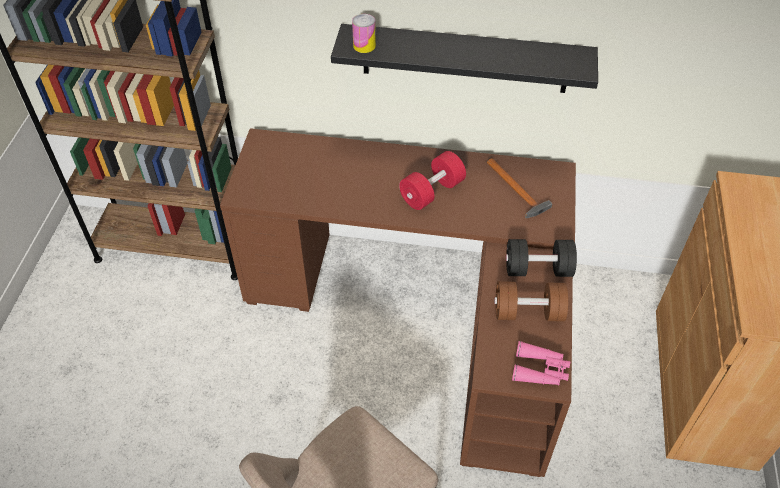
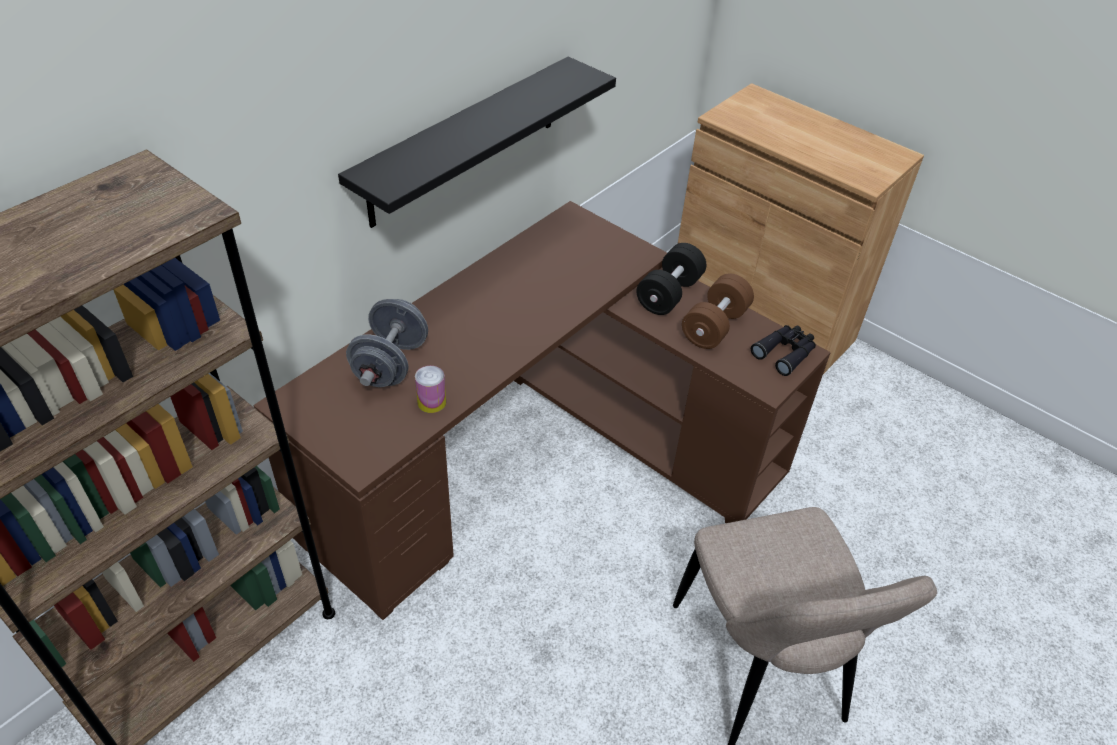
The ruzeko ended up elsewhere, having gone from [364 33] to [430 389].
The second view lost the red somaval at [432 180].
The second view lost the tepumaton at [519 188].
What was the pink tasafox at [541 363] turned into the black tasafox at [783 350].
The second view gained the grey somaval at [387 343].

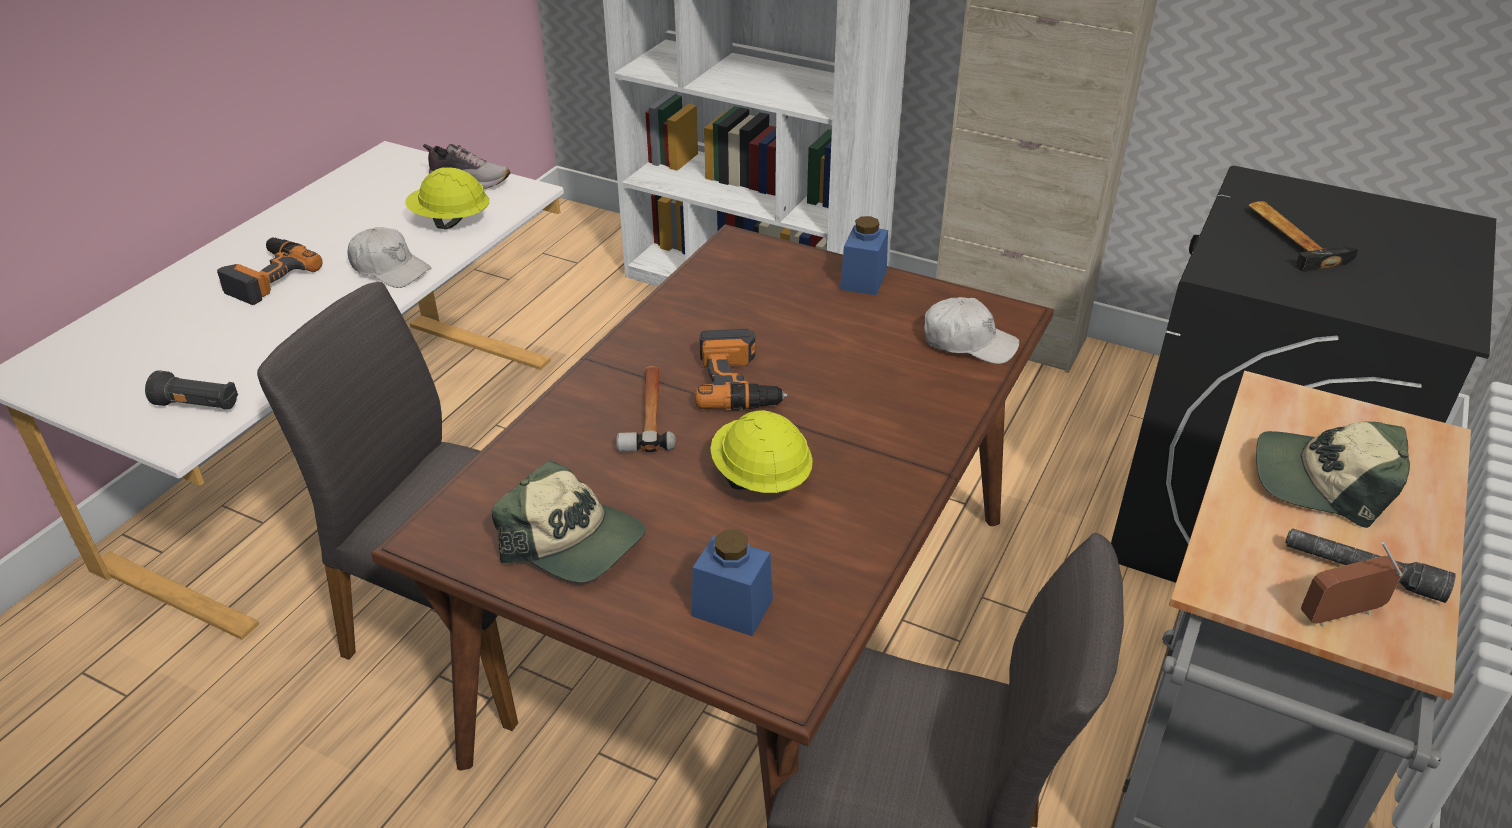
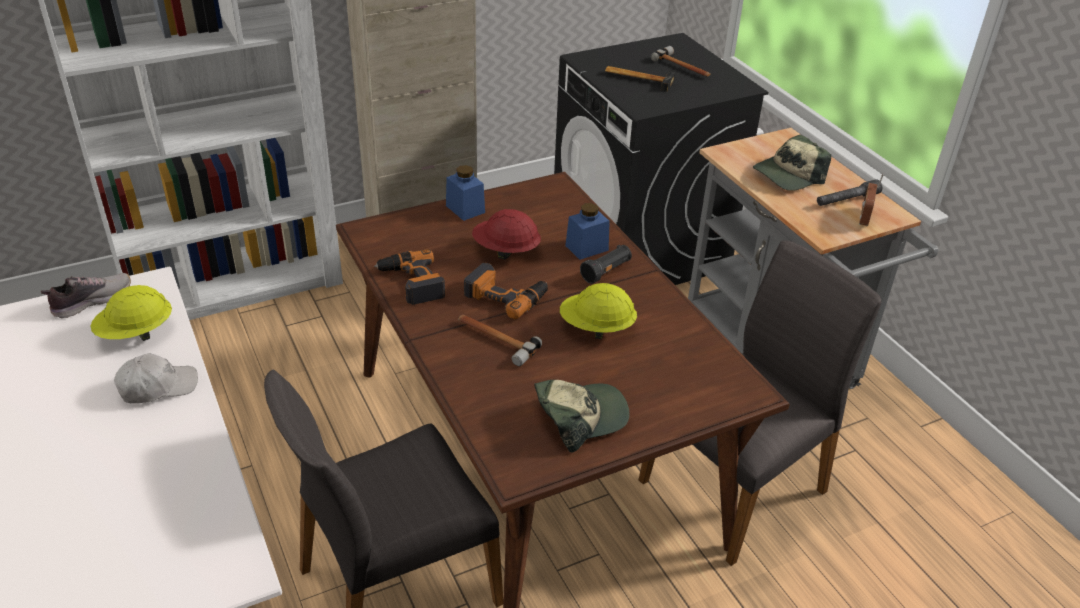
The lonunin ended up elsewhere, having gone from [270 271] to [409 277].
The second view lost the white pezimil at [971 330].
The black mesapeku ended up elsewhere, having gone from [191 390] to [606 264].
The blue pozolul ended up elsewhere, having gone from [732 583] to [587 231].
The second view gained the tepumaton at [681 61].
The second view gained the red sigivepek at [506 234].

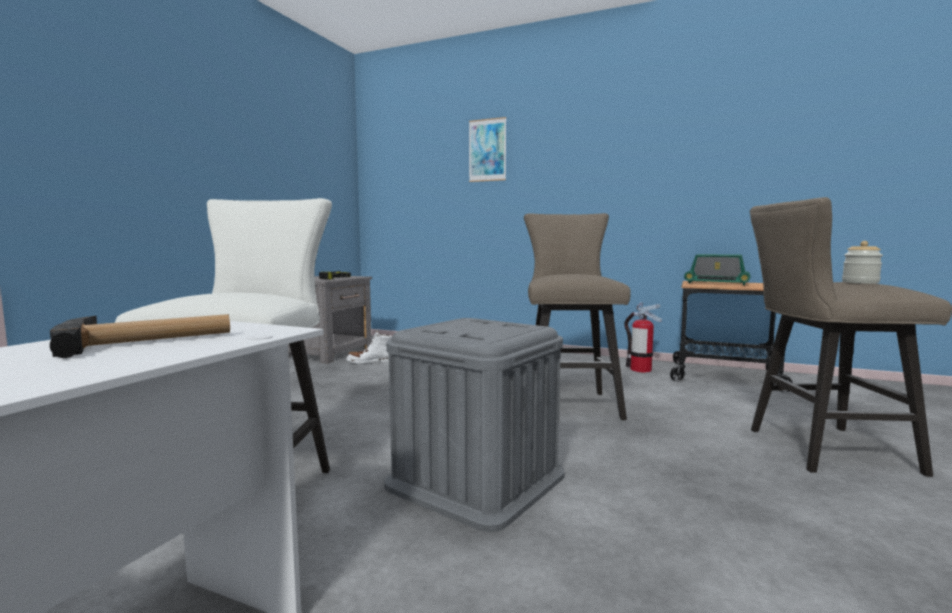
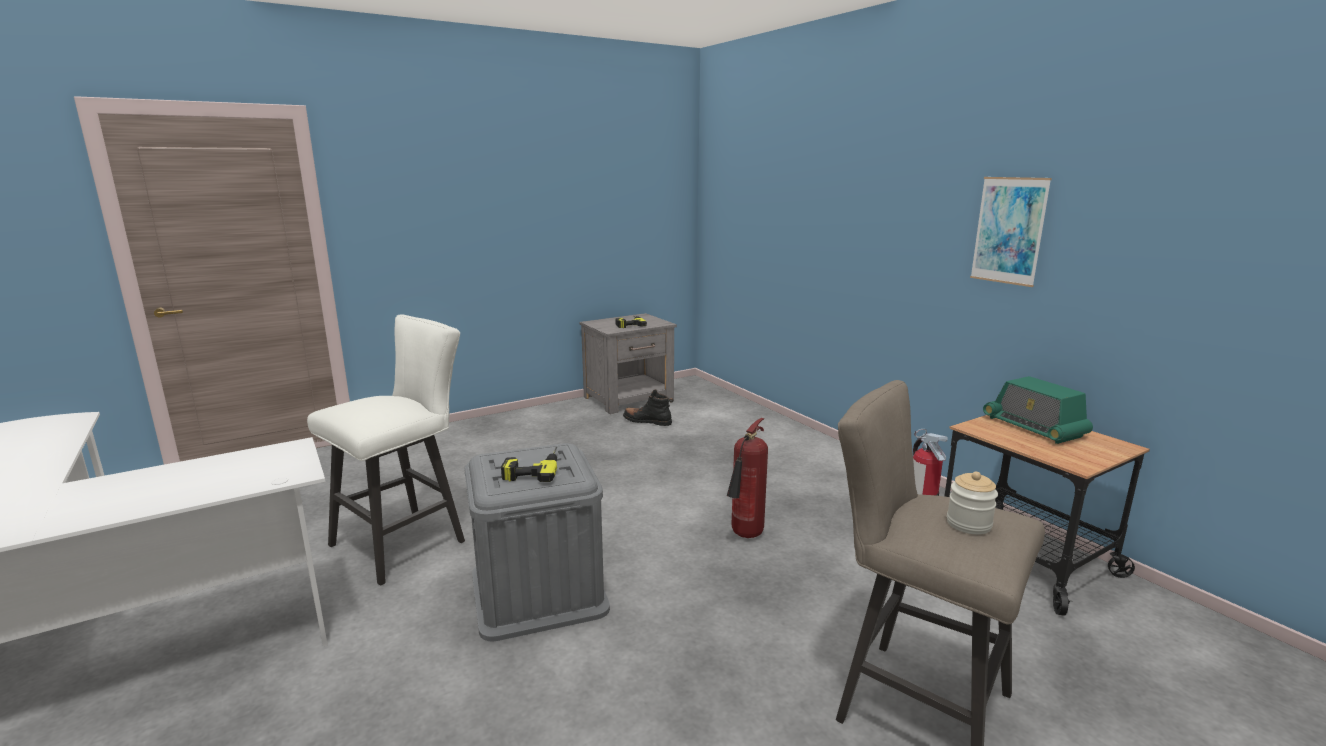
The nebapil ended up elsewhere, having gone from [487 149] to [1011 232].
Where the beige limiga stood at [577 316], the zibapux came to stand at [747 478].
The second view lost the tepumaton at [140 336].
What was the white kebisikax at [369 347] turned into the black kebisikax at [648 408].
The second view gained the lonunin at [529 464].

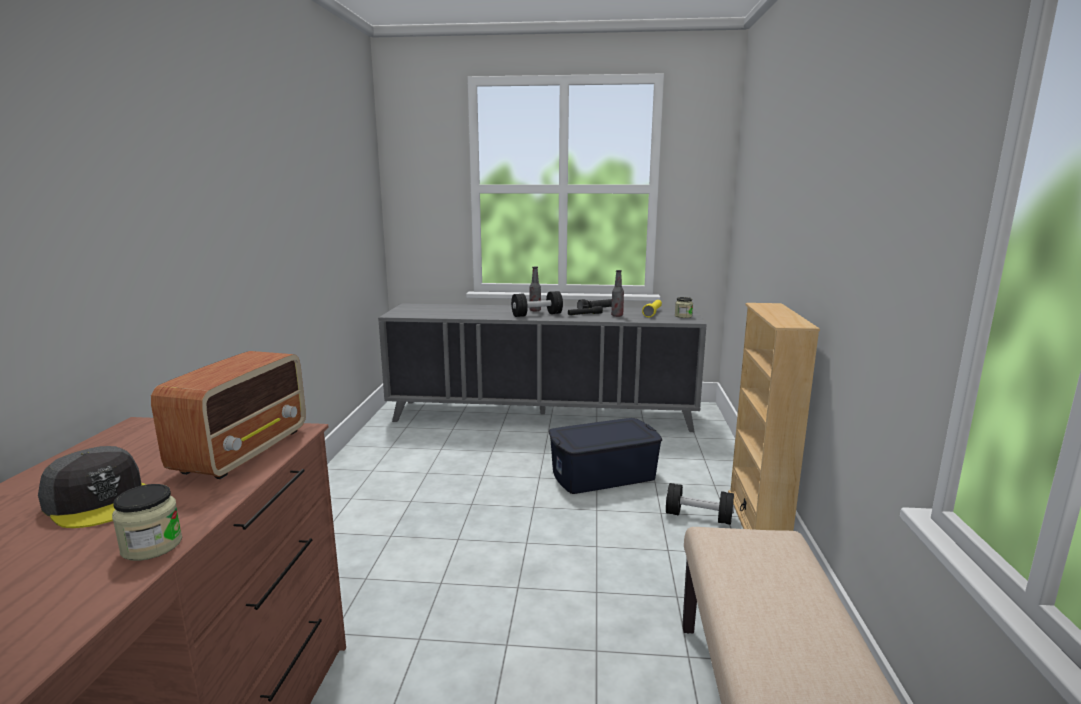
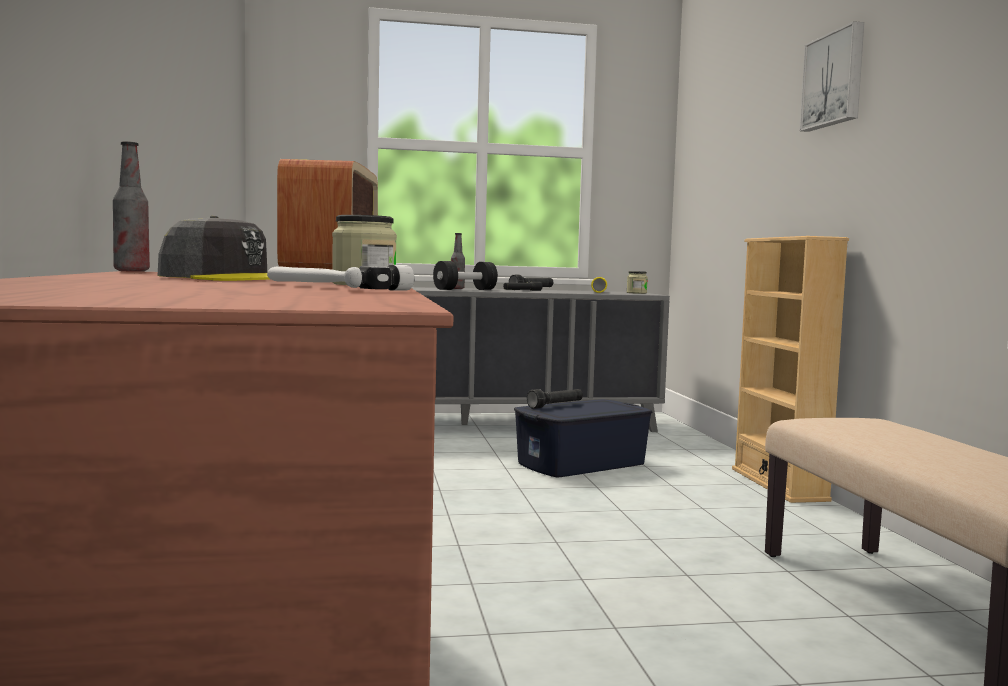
The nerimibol ended up elsewhere, having gone from [617 293] to [131 206].
The second view lost the black somaval at [700 504].
The second view gained the nebapil at [831 76].
The second view gained the tepumaton at [341 278].
The second view gained the black mesapeku at [555 399].

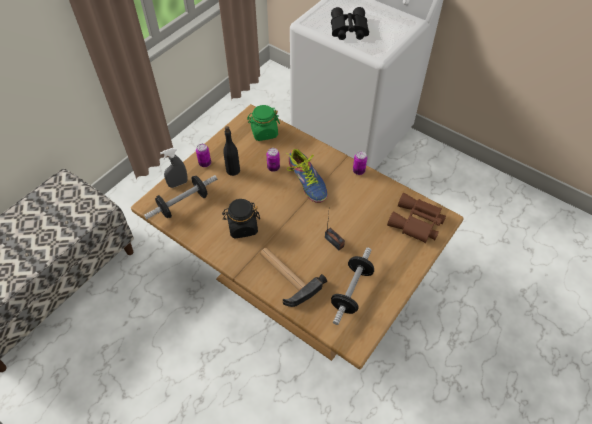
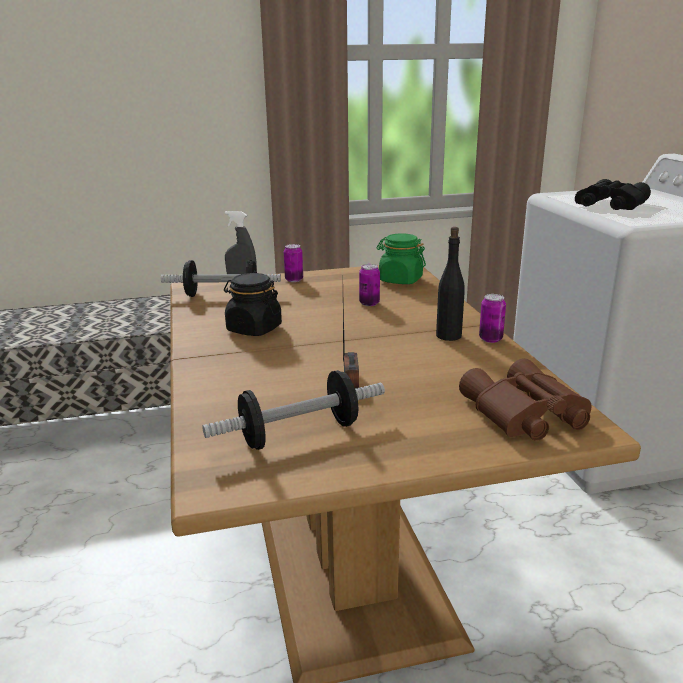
The black nerimibol ended up elsewhere, having gone from [231 151] to [450 284].
The second view lost the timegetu at [307 176].
The second view lost the tepumaton at [293 277].

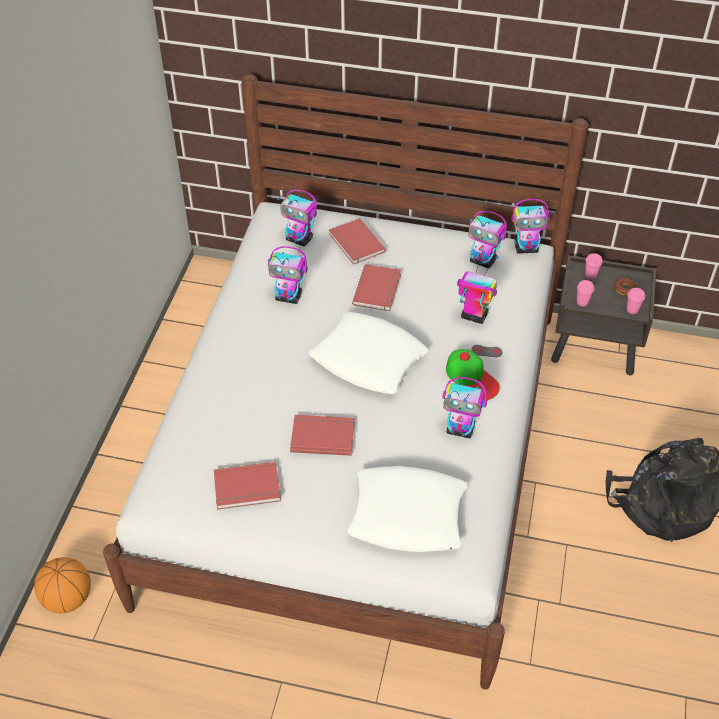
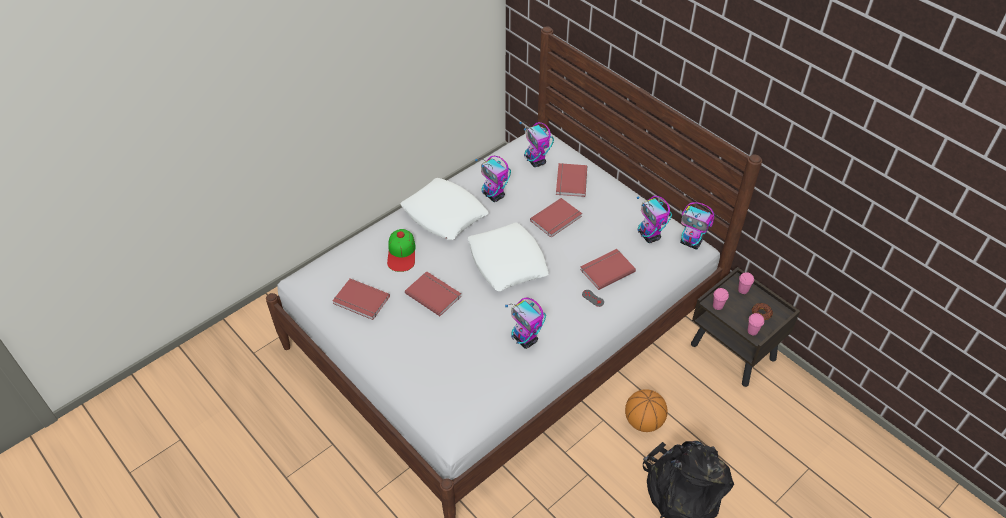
Where the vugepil stood at [477 287], the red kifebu came to stand at [608 269].
The pezimil ended up elsewhere, having gone from [473 374] to [401 250].
The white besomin ended up elsewhere, having gone from [408 509] to [445 209].
The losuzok ended up elsewhere, having gone from [62 585] to [646 410].

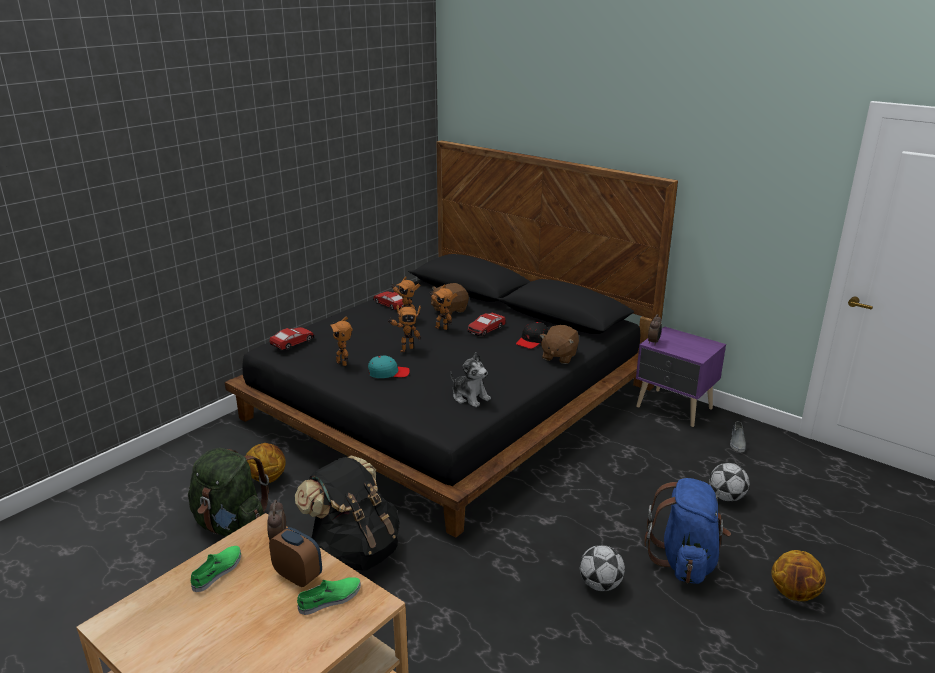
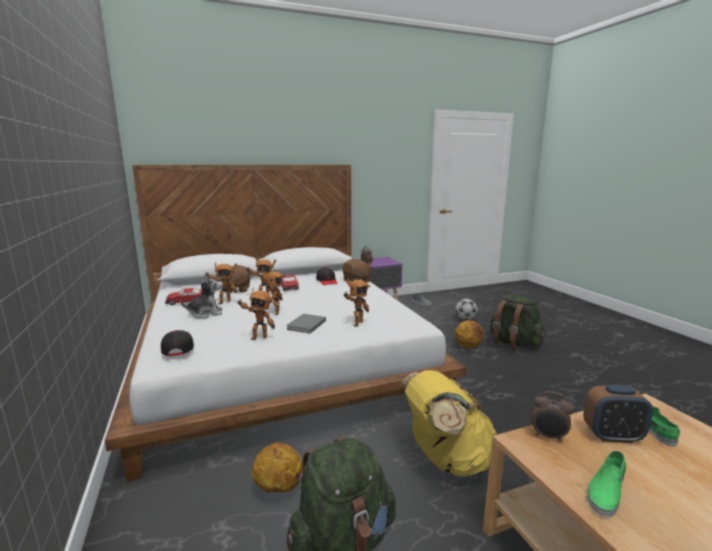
What was the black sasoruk at [451 339] turned into the white sasoruk at [286 323].
Where the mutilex stood at [292 338], the black pezimil came to stand at [177 343].
The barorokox ended up elsewhere, having gone from [470 379] to [201 295].
Where the turquoise pezimil stood at [389 367], the grey kifebu came to stand at [306 324].
What was the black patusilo at [347 513] turned into the yellow patusilo at [449 423].
What was the blue patusilo at [687 531] turned into the green patusilo at [517 322].
The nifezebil at [295 557] ended up facing another way, 150 degrees counterclockwise from before.
The second view lost the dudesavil at [602 568].
The green timegetu at [216 569] ended up facing another way, 105 degrees counterclockwise from before.
The losuzok ended up elsewhere, having gone from [798 575] to [469 334].
The second view gained the vugepil at [357 302].

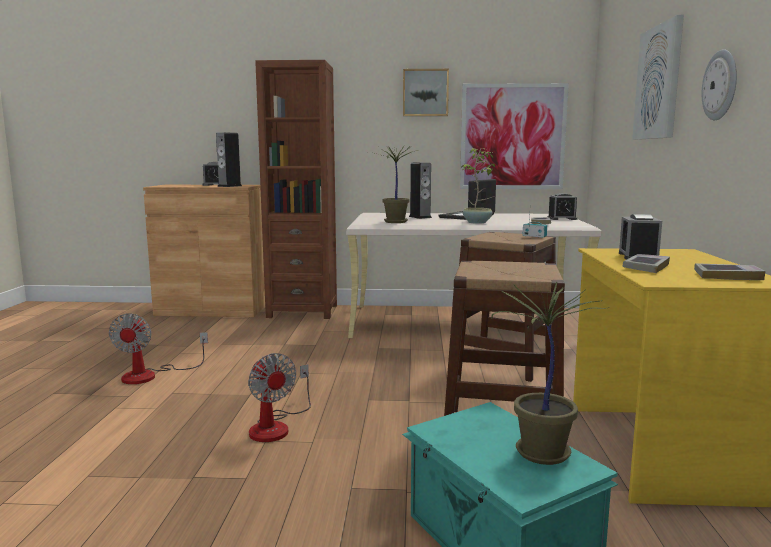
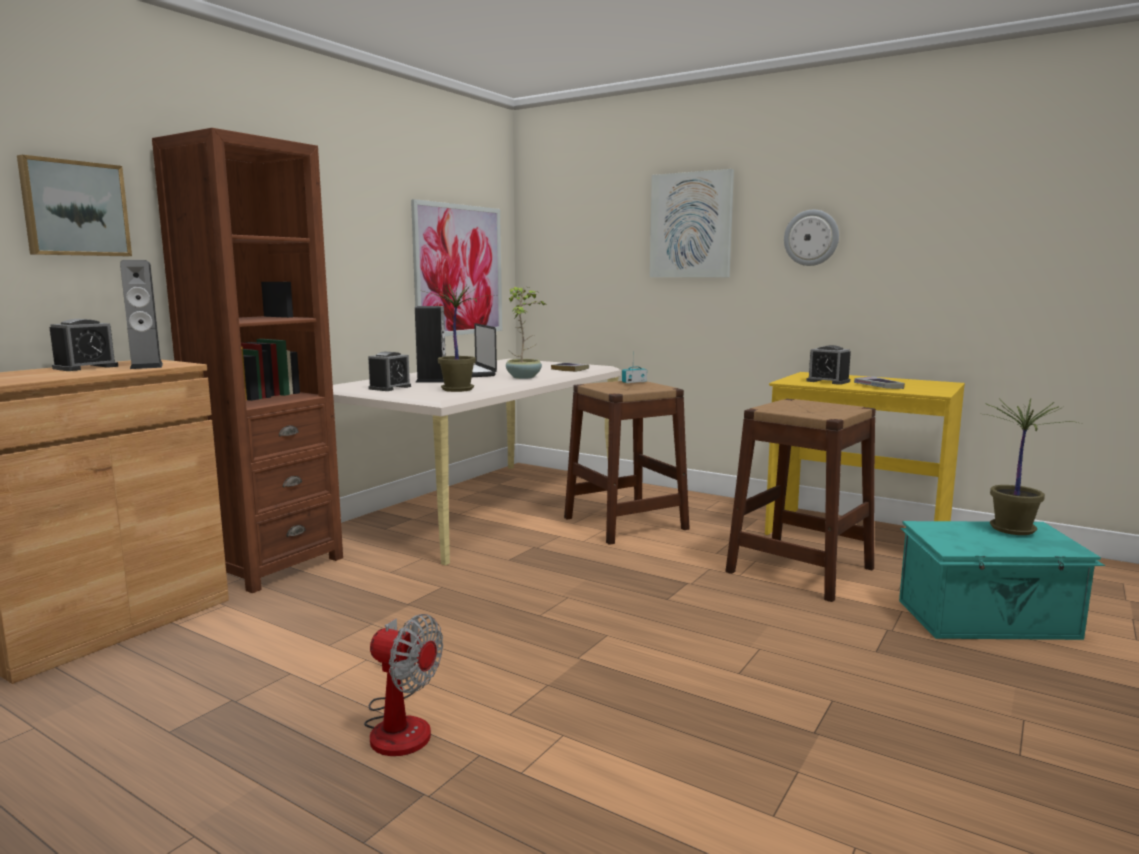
The nebapil ended up elsewhere, having gone from [426 92] to [74 205].
The nifezebil ended up elsewhere, having gone from [562 206] to [389 371].
The second view lost the kifebu at [730 271].
The second view lost the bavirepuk at [279 397].

